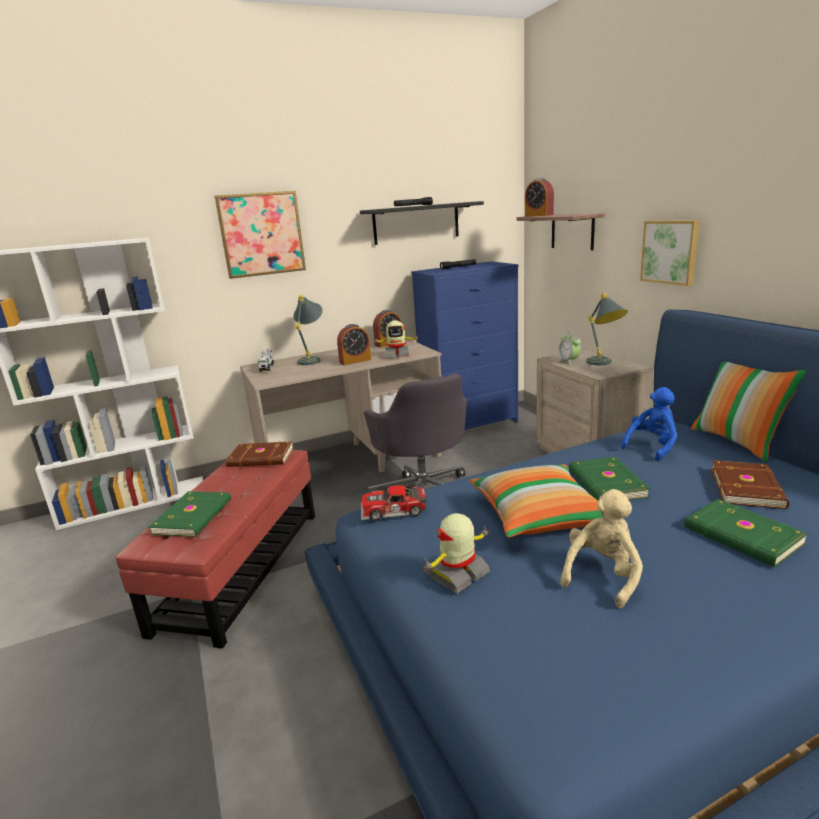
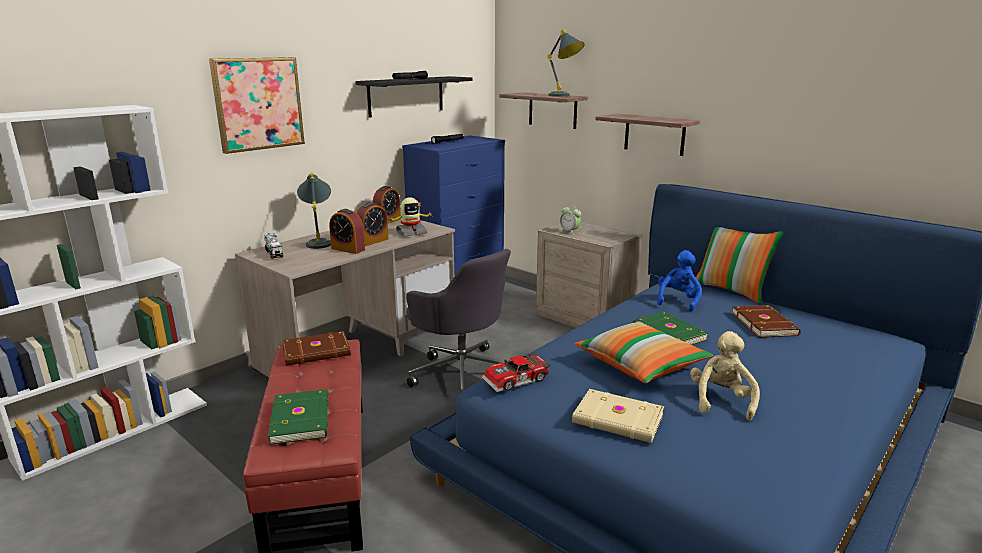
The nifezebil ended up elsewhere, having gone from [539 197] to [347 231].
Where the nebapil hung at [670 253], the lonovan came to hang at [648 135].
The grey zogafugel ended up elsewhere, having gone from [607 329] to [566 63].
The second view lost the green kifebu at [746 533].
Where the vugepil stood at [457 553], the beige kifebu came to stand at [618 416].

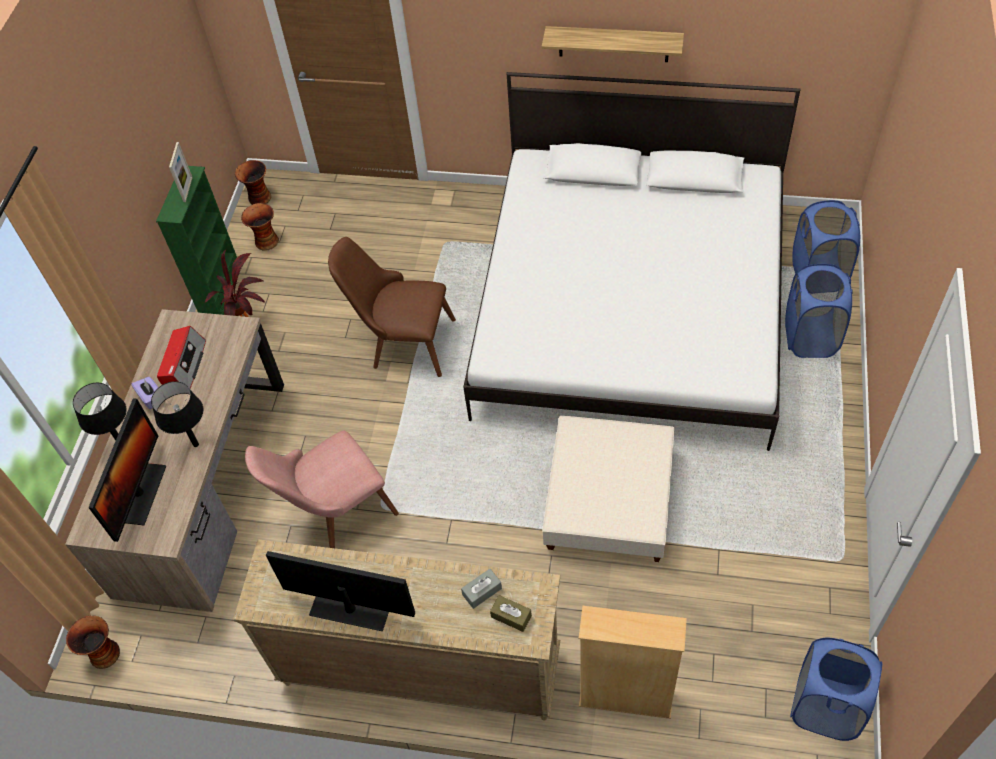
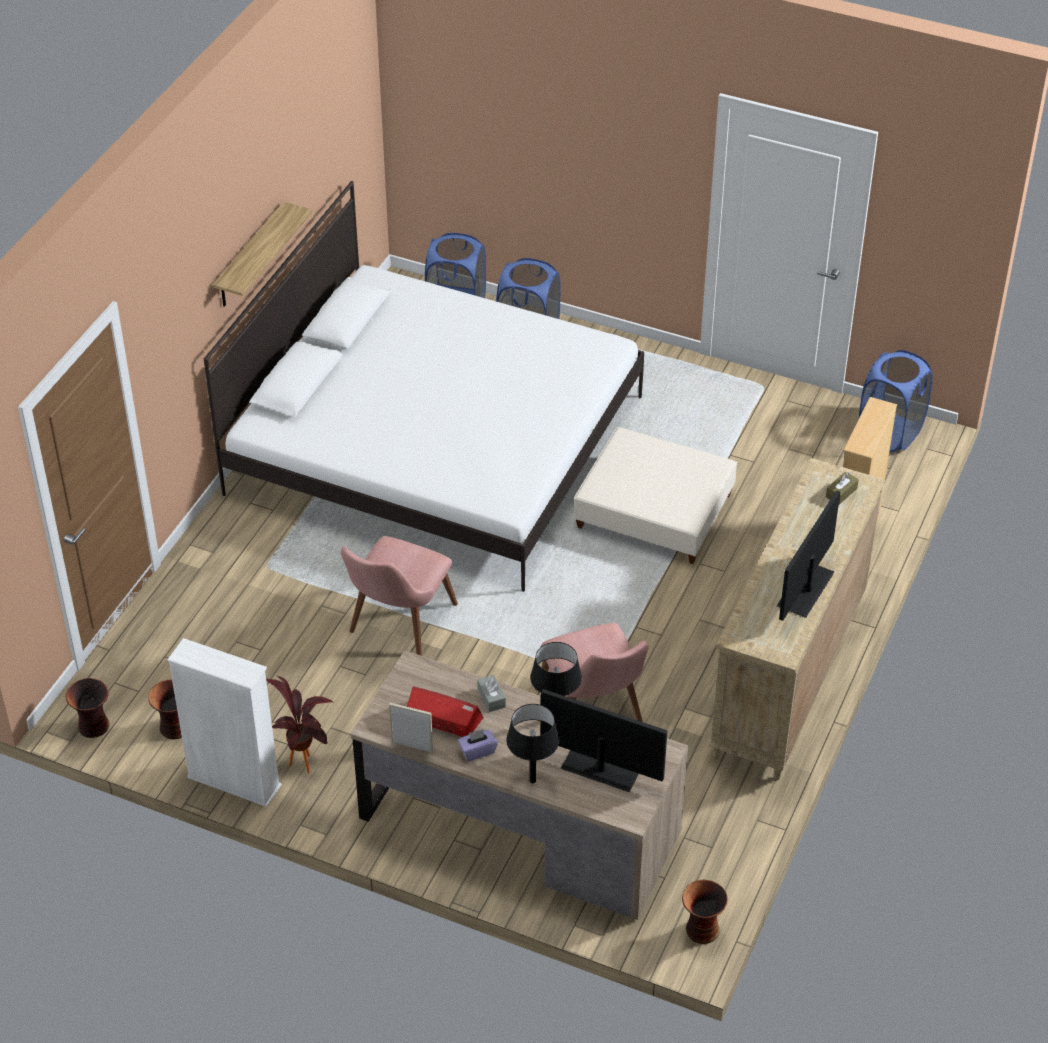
The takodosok ended up elsewhere, having gone from [181 172] to [411 728].
What was the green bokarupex at [196 240] turned into the white bokarupex at [224 722].
What was the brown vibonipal at [392 307] turned into the pink vibonipal at [399 596].
The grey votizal ended up elsewhere, having gone from [481 589] to [492 693].

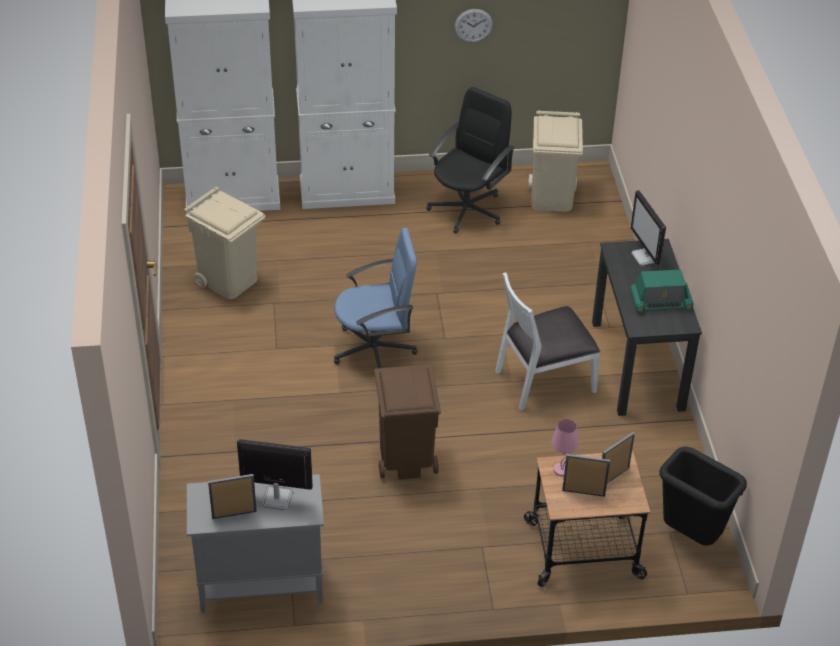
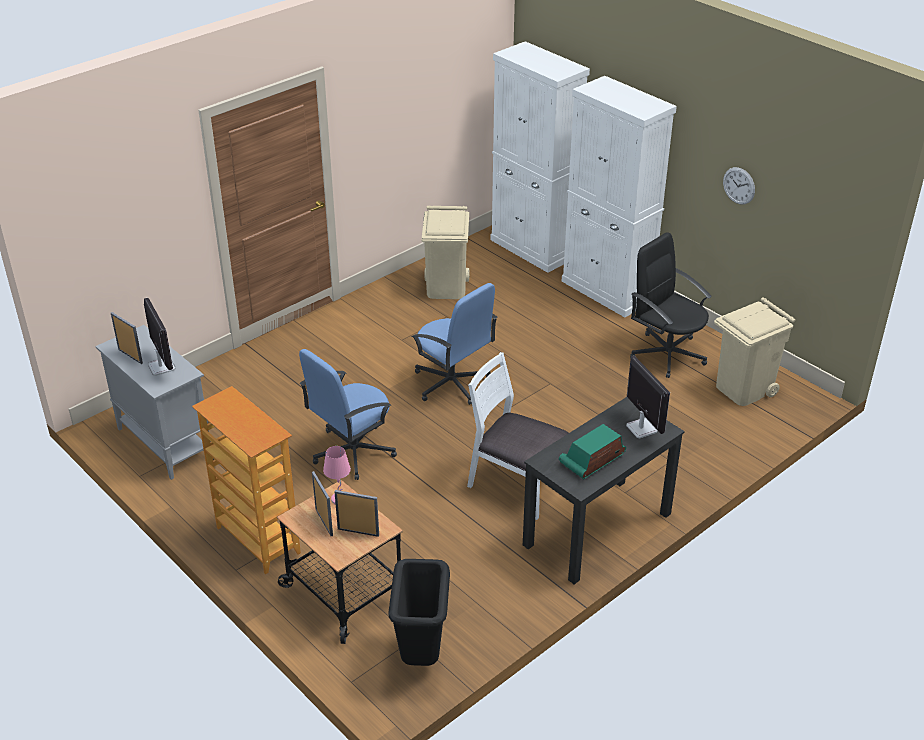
The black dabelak at [470 160] ended up facing another way, 135 degrees counterclockwise from before.
The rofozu at [648 228] ended up facing another way, 120 degrees clockwise from before.
The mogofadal at [662 291] ended up facing another way, 90 degrees clockwise from before.
Where the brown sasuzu stood at [407 422], the blue dabelak came to stand at [348 414].
The second view gained the bokarupex at [246 480].

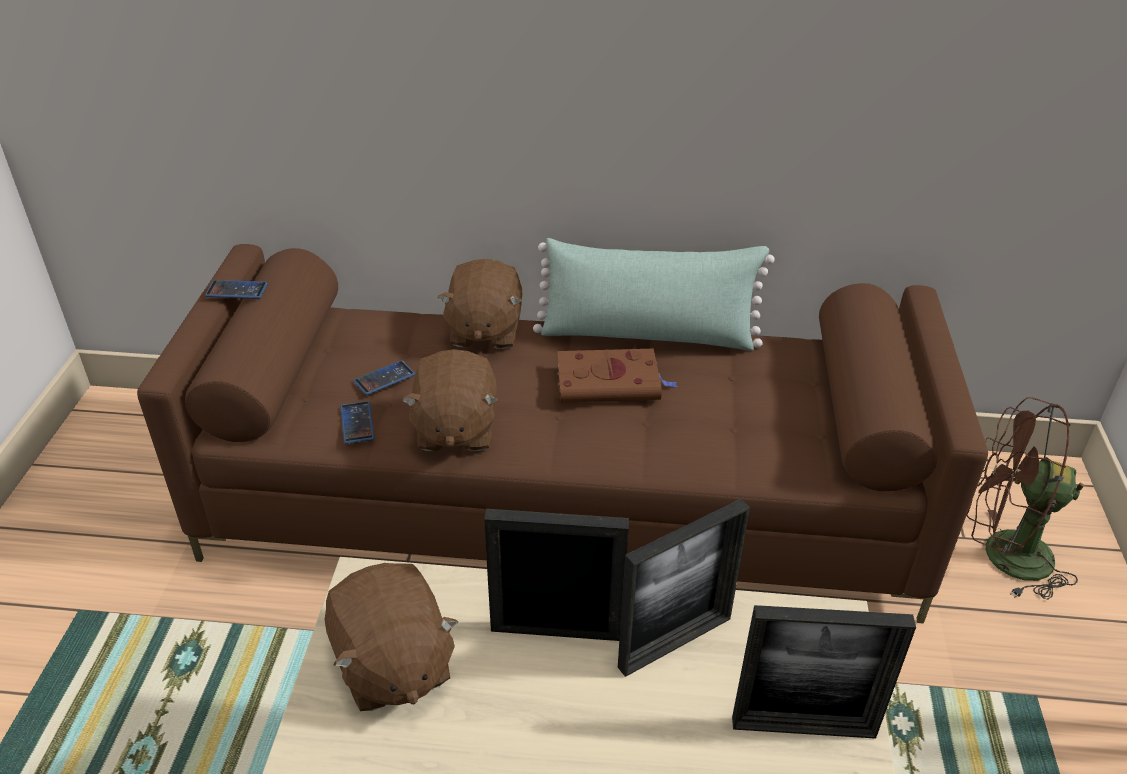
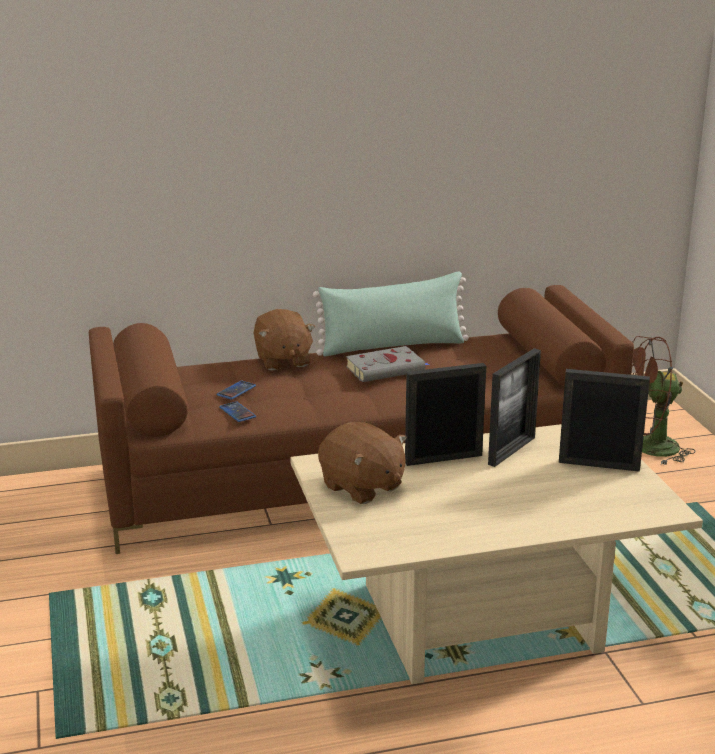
The second view lost the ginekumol at [236 289].
The second view lost the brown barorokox at [450 400].
What was the brown kifebu at [617 376] turned into the grey kifebu at [388 364].
The takodosok at [824 672] ended up facing another way, 150 degrees counterclockwise from before.

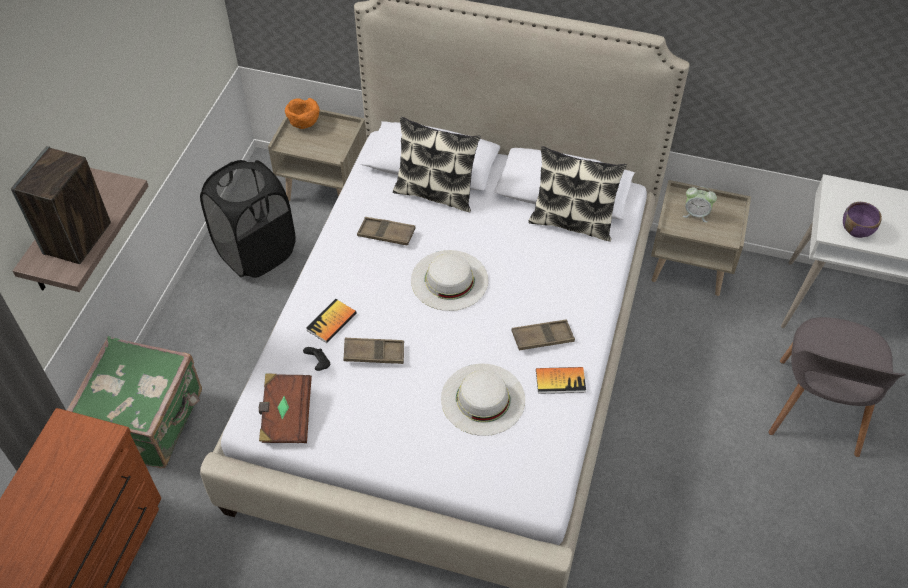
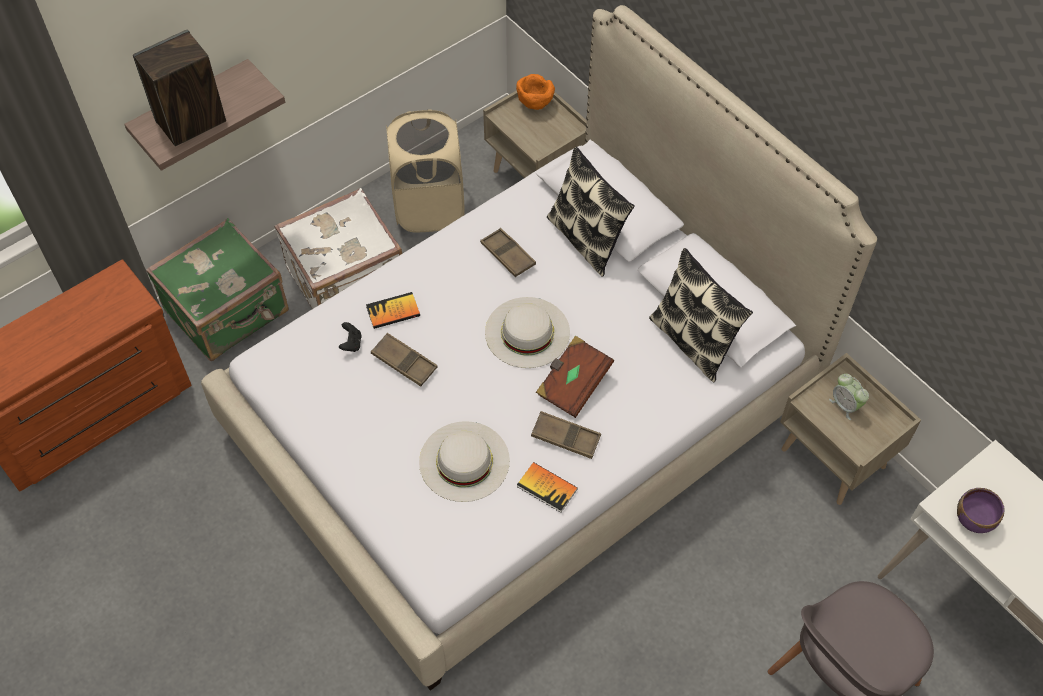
What was the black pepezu at [248 219] turned into the beige pepezu at [425 171].
The brown kifebu ended up elsewhere, having gone from [285 408] to [575 377].
The second view gained the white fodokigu at [338 248].

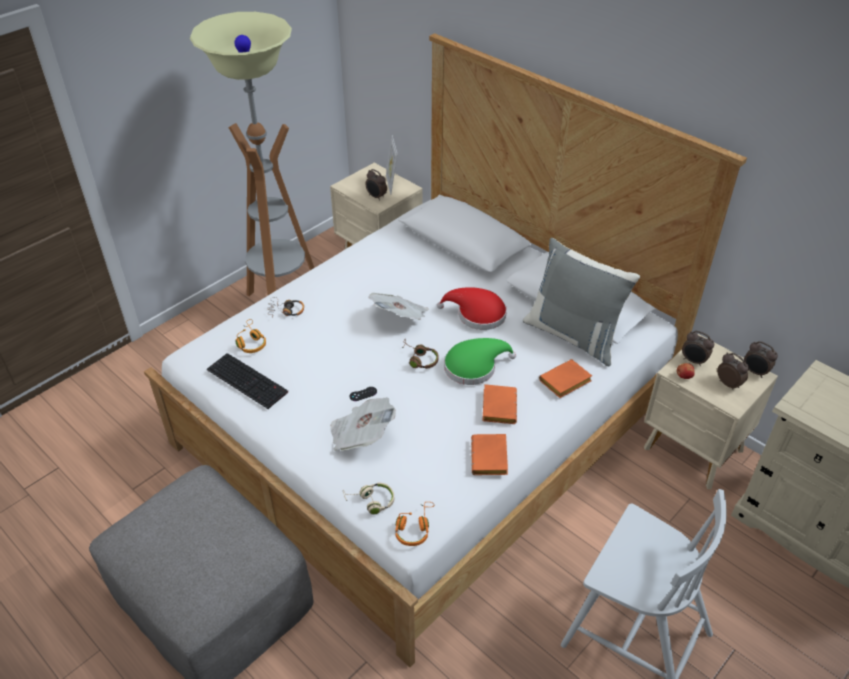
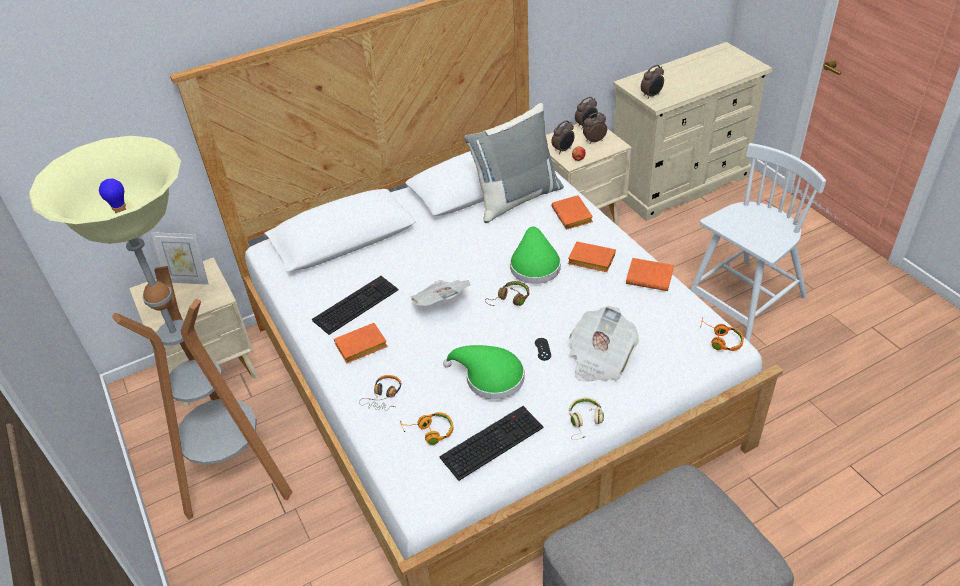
The nifezebil ended up elsewhere, having gone from [376 185] to [652 82].
The second view lost the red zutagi at [472 308].
The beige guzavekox ended up elsewhere, having gone from [368 499] to [586 419].
The second view gained the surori at [355 305].
The second view gained the orange kifebu at [361 343].
The second view gained the green zutagi at [484 372].

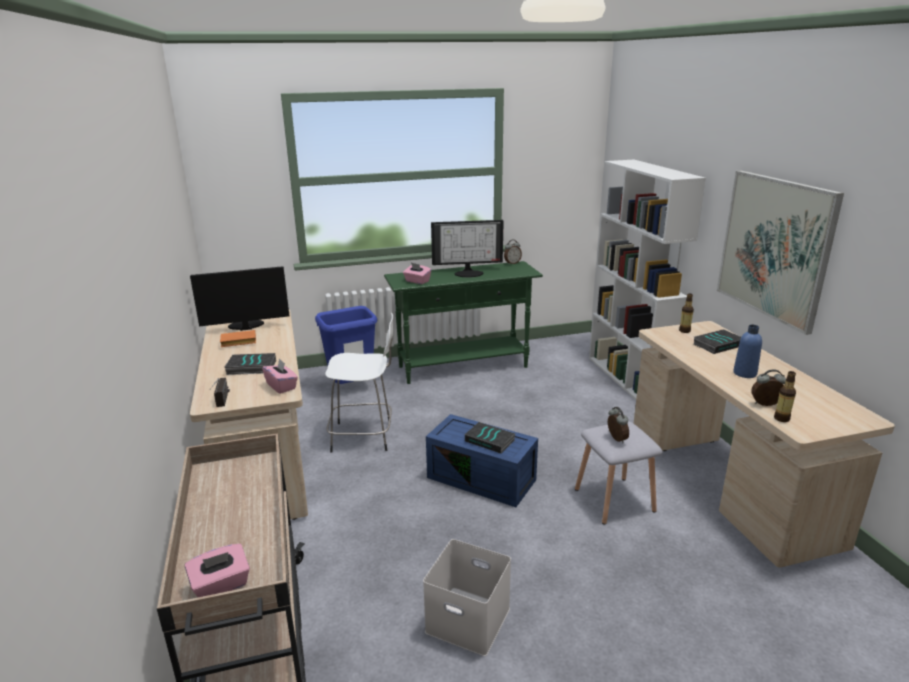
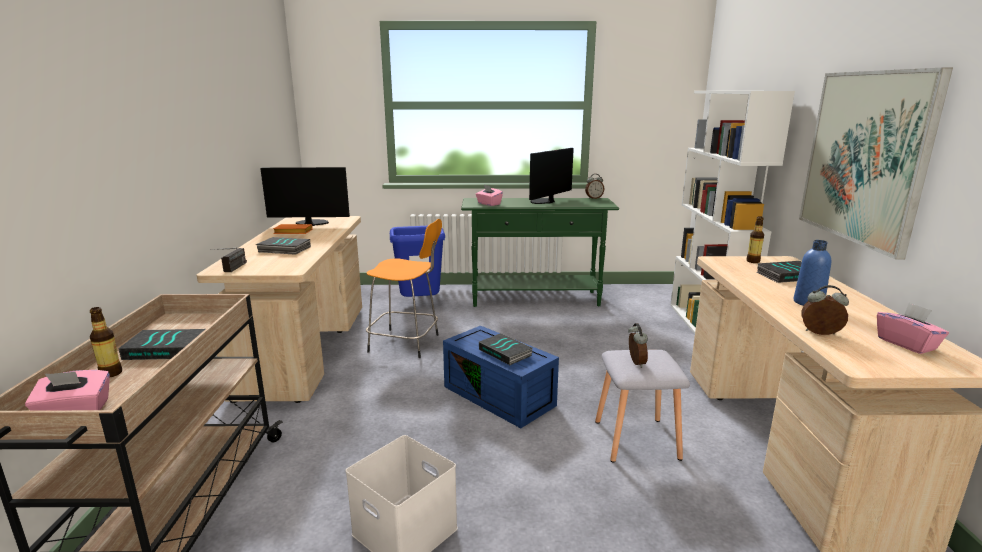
The rofozu at [467 249] ended up facing another way, 120 degrees clockwise from before.
What was the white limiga at [359 383] turned into the orange limiga at [404 288].
The pink votizal ended up elsewhere, having gone from [280 376] to [913 328].
The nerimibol ended up elsewhere, having gone from [785 396] to [106 342].
The second view gained the kifebu at [162 344].

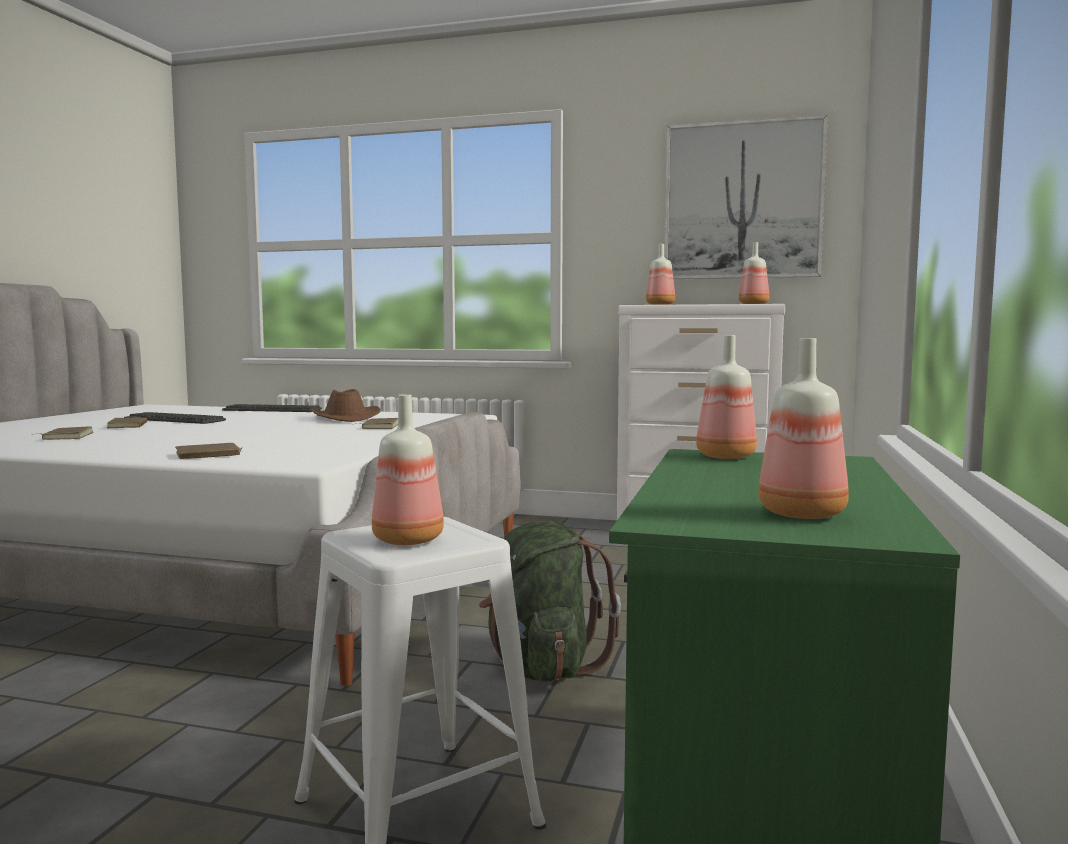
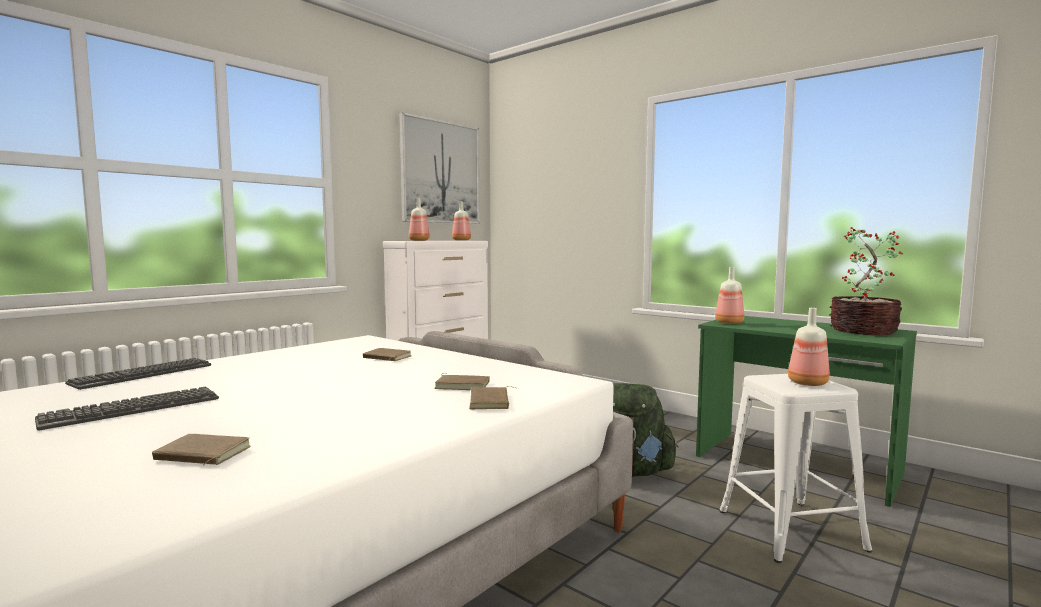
Where the nerimibol stood at [803 428], the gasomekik came to stand at [866 281].
The second view lost the brown zutagi at [345 405].
The brown kifebu ended up elsewhere, having gone from [131 422] to [462 381].

